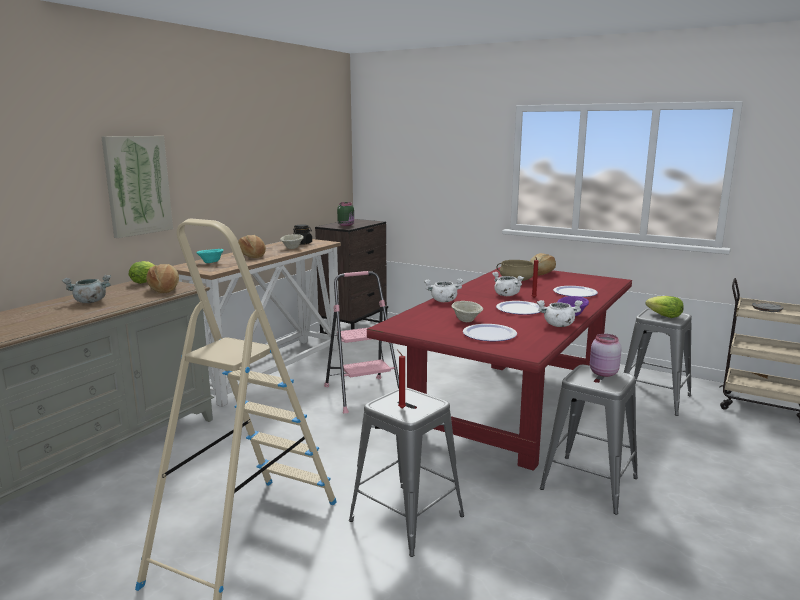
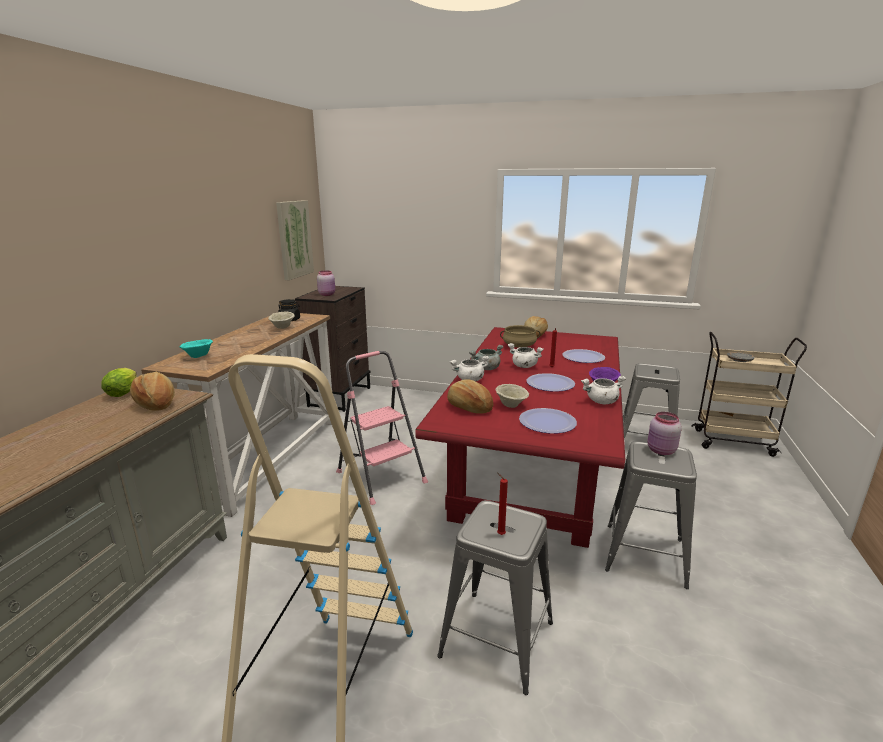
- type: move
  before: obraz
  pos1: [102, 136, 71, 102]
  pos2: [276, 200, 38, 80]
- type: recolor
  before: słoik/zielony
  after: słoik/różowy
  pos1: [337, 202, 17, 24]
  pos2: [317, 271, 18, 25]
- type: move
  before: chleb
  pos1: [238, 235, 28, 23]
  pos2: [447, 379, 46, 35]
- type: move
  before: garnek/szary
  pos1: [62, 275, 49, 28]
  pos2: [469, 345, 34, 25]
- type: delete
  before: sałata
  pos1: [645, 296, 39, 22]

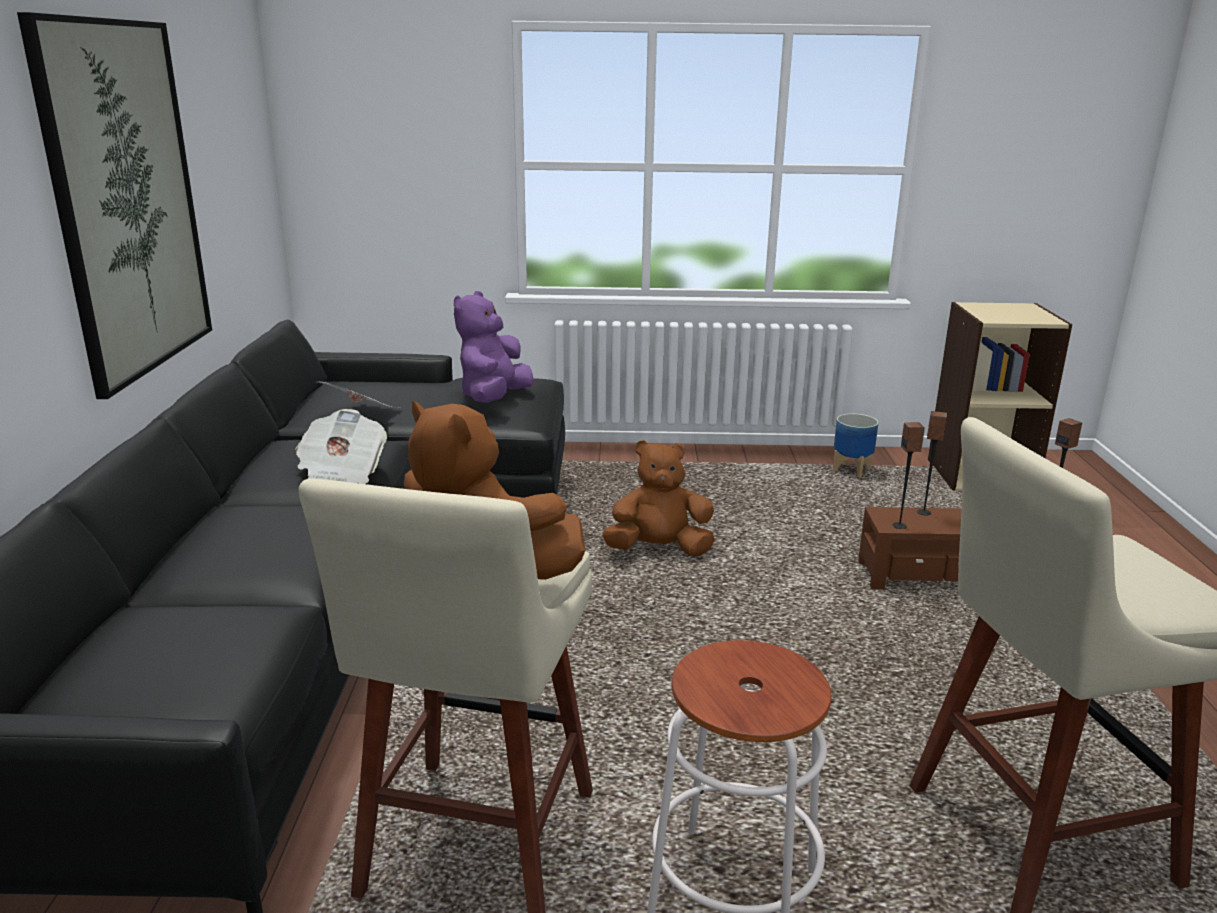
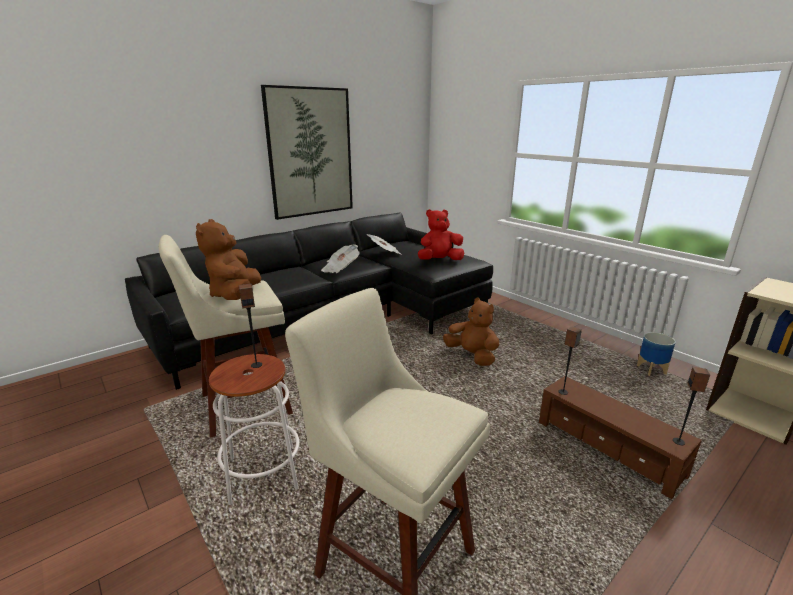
- type: move
  before: głośnik
  pos1: [917, 411, 30, 105]
  pos2: [239, 284, 23, 84]
- type: recolor
  before: pluszak/fioletowy
  after: pluszak/czerwony
  pos1: [454, 291, 80, 112]
  pos2: [418, 209, 46, 51]

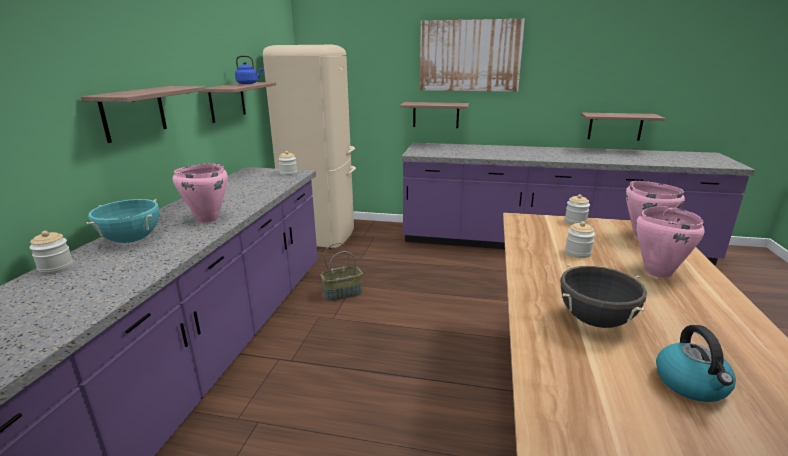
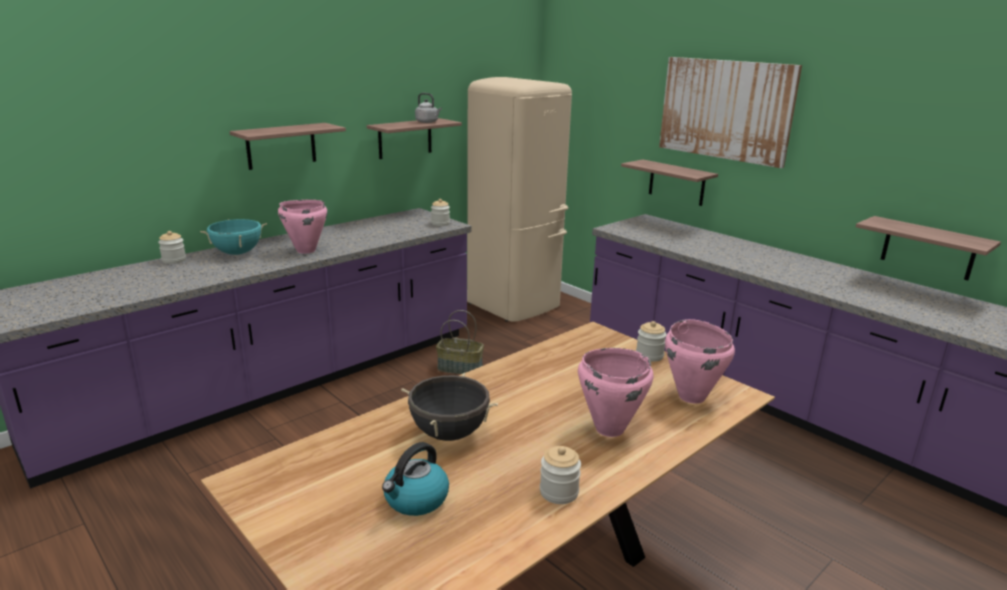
- type: recolor
  before: czajnik/niebieski
  after: czajnik/szary
  pos1: [235, 55, 28, 29]
  pos2: [415, 93, 27, 30]
- type: move
  before: słoik
  pos1: [565, 221, 30, 37]
  pos2: [540, 446, 41, 58]

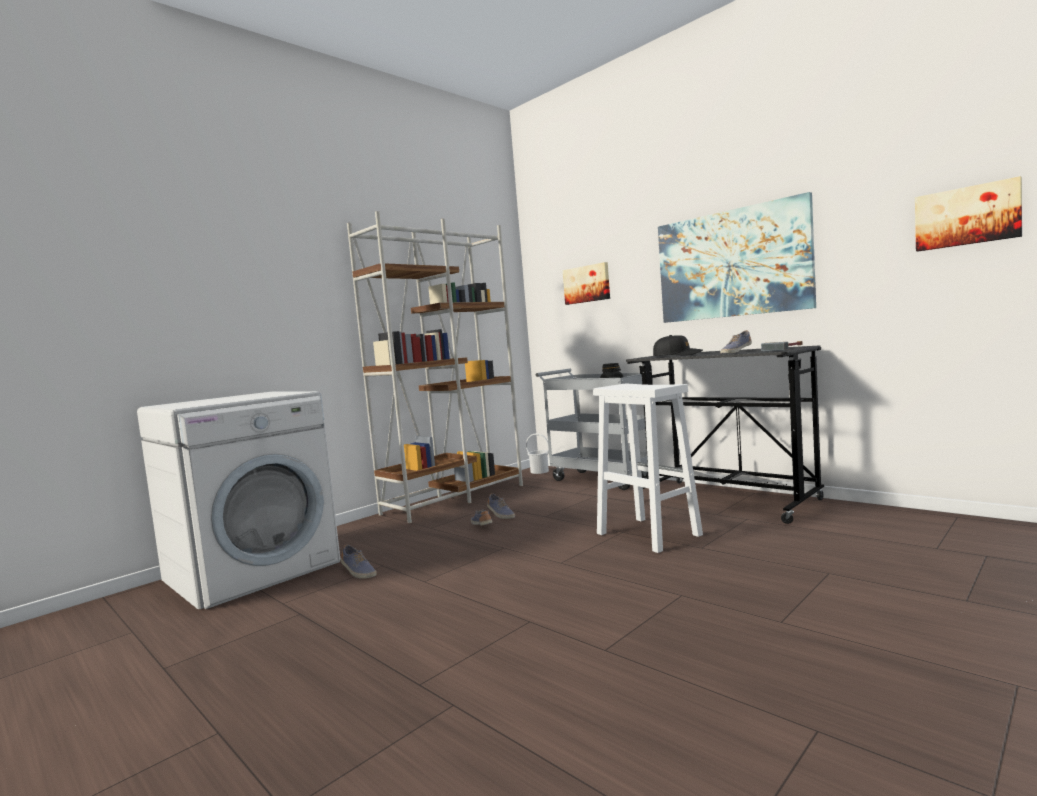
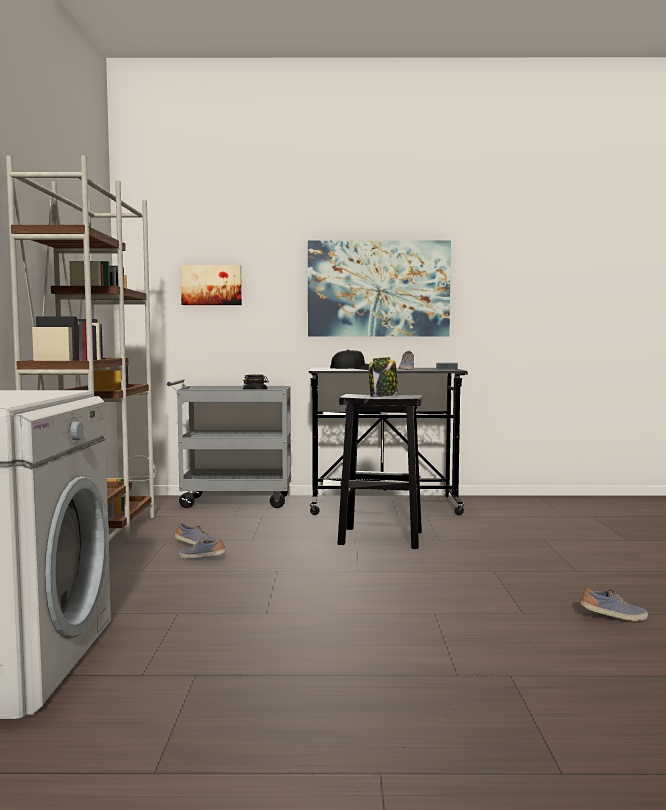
- type: recolor
  before: stołek/biały
  after: stołek/czarny
  pos1: [593, 384, 110, 169]
  pos2: [337, 394, 86, 155]
- type: insert
  after: słoik
  pos2: [368, 357, 30, 40]
- type: move
  before: but
  pos1: [340, 545, 37, 34]
  pos2: [580, 587, 68, 34]
- type: delete
  before: obraz
  pos1: [915, 176, 107, 76]

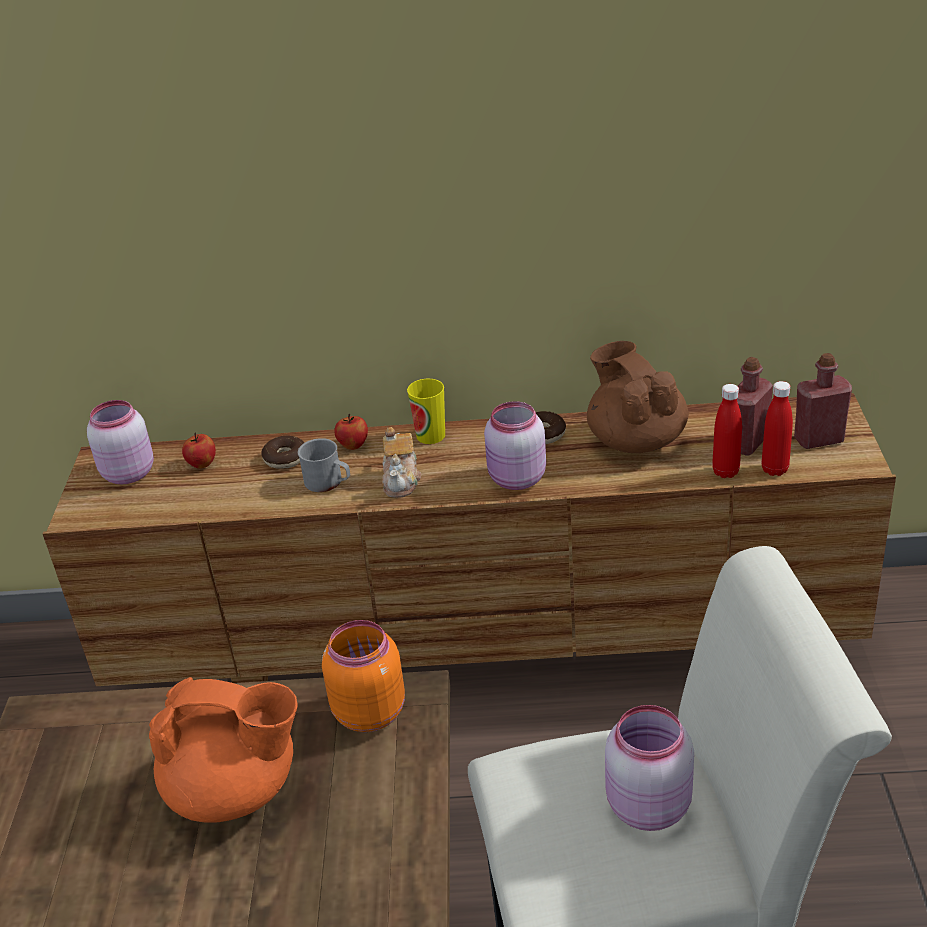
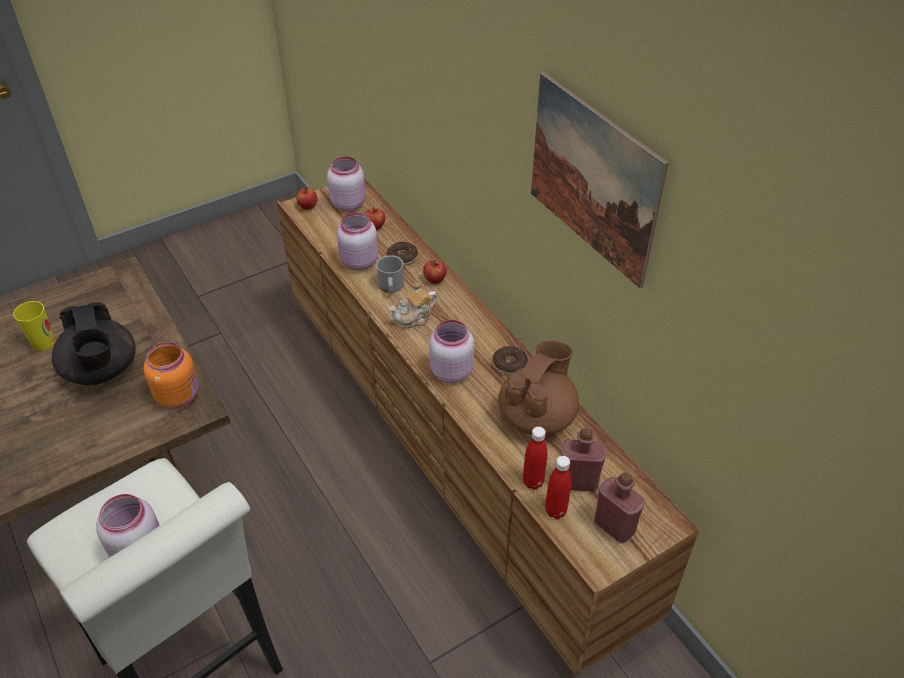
- type: move
  before: filiżanka
  pos1: [407, 379, 38, 65]
  pos2: [13, 301, 42, 50]
- type: recolor
  before: imbryk/pomarańczowy
  after: imbryk/czarny
  pos1: [149, 677, 149, 146]
  pos2: [52, 302, 84, 83]
- type: insert
  after: jabłko
  pos2: [296, 187, 21, 23]
- type: insert
  after: słoik/różowy
  pos2: [337, 213, 41, 57]
- type: insert
  after: obraz
  pos2: [531, 72, 138, 216]

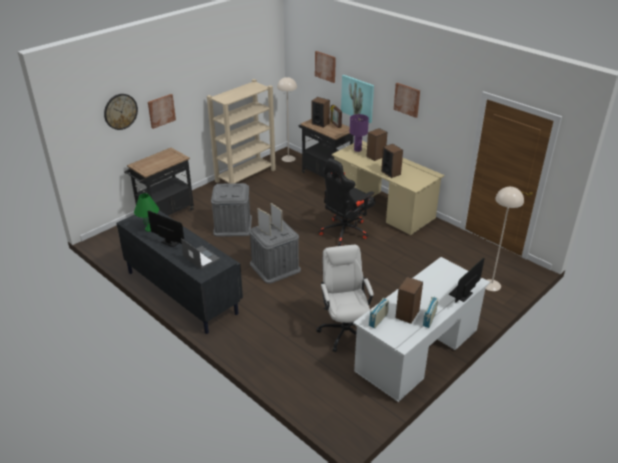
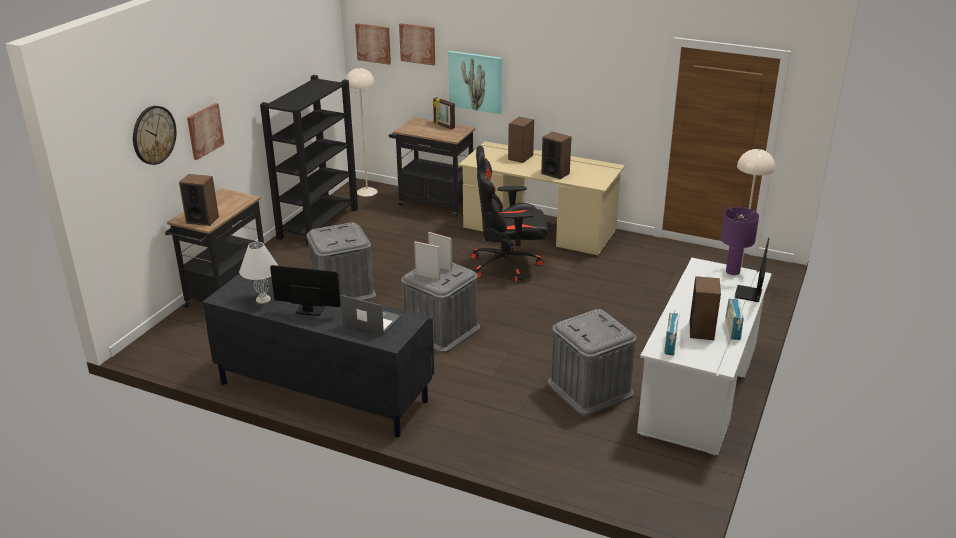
- type: move
  before: głośnik
  pos1: [311, 97, 19, 31]
  pos2: [179, 174, 40, 52]
- type: recolor
  before: lampa stołowa/zielony
  after: lampa stołowa/biały
  pos1: [134, 193, 25, 39]
  pos2: [239, 242, 40, 62]
- type: recolor
  before: regał/beżowy
  after: regał/czarny
  pos1: [207, 79, 69, 105]
  pos2: [260, 75, 98, 171]
- type: move
  before: obraz
  pos1: [394, 83, 26, 35]
  pos2: [355, 23, 36, 42]
- type: rotate
  before: krzesło biurowe/czarny
  pos1: [319, 158, 57, 88]
  pos2: [471, 145, 77, 137]
  turn: 60
- type: replace
  before: krzesło biurowe/biały
  after: pojemnik do przechowywania/szary
  pos1: [316, 245, 57, 107]
  pos2: [548, 309, 89, 107]
- type: move
  before: lampa stołowa/fioletowy
  pos1: [350, 114, 19, 38]
  pos2: [720, 207, 39, 68]

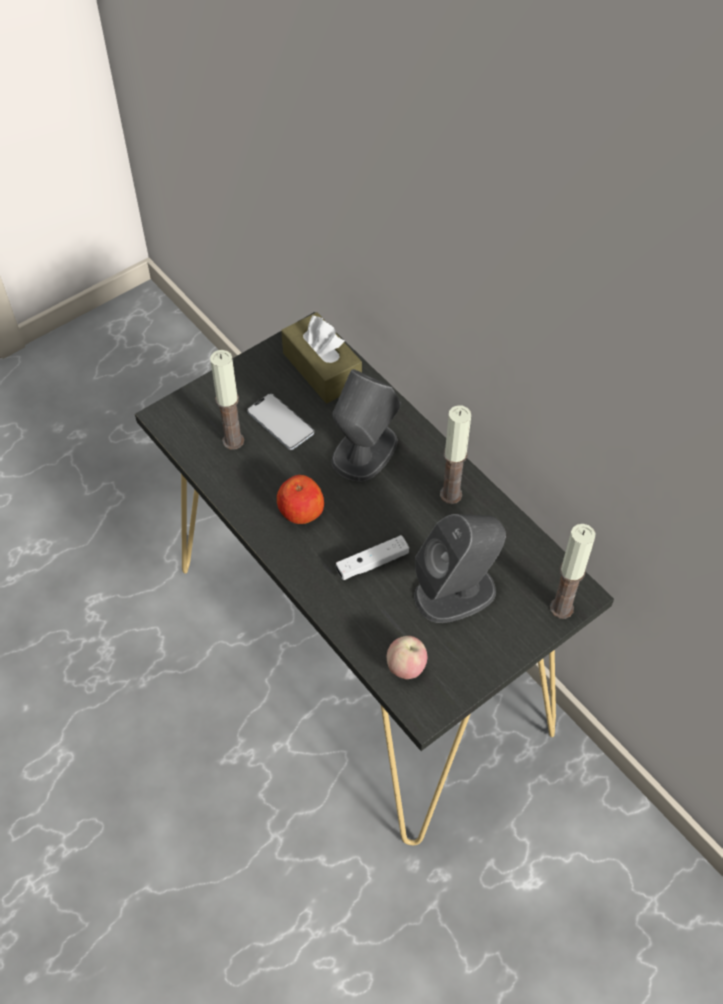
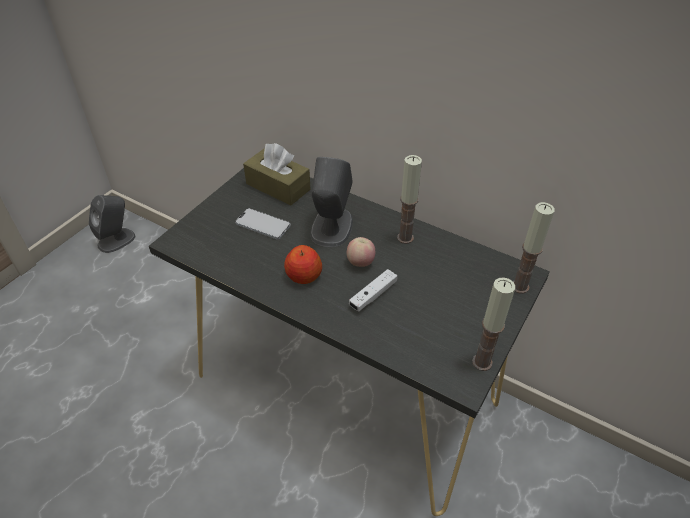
- type: move
  before: głośnik/szary
  pos1: [414, 514, 92, 109]
  pos2: [89, 195, 46, 58]
- type: move
  before: jabłko
  pos1: [387, 636, 40, 43]
  pos2: [347, 237, 28, 30]
- type: move
  before: świeca
  pos1: [210, 350, 34, 100]
  pos2: [472, 277, 43, 94]

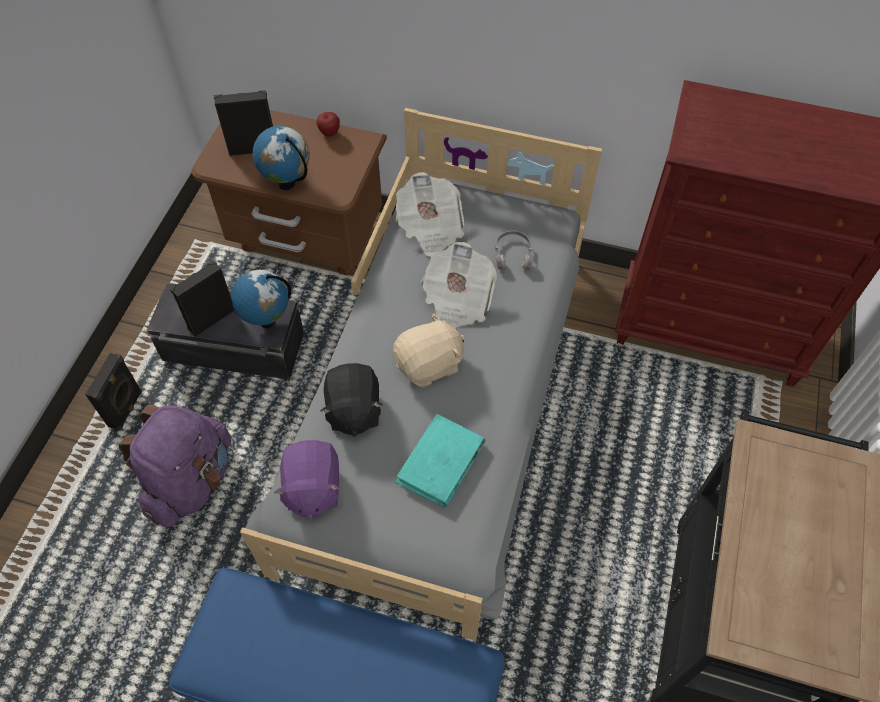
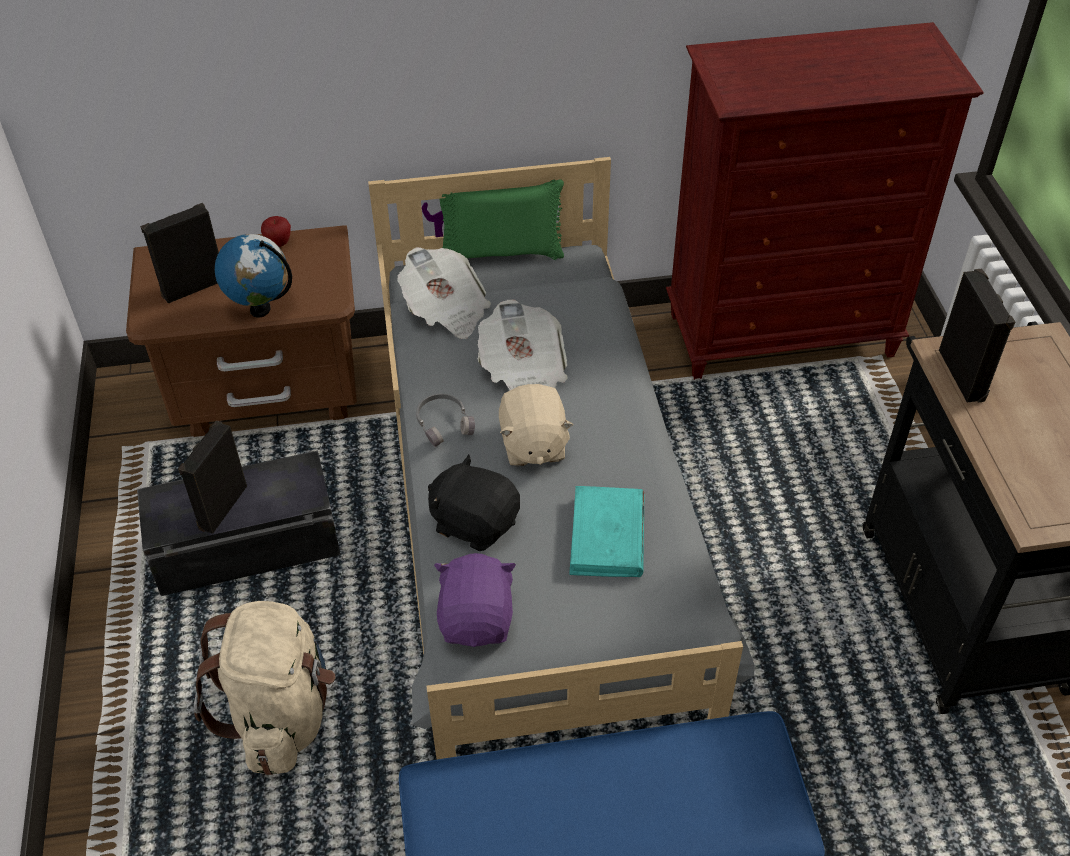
- type: recolor
  before: plecak/fioletowy
  after: plecak/beżowy
  pos1: [119, 405, 112, 122]
  pos2: [193, 601, 143, 174]
- type: move
  before: słuchawki/szary
  pos1: [495, 230, 39, 40]
  pos2: [416, 394, 59, 53]
- type: rotate
  before: pluszak/czarny
  pos1: [321, 363, 62, 74]
  pos2: [428, 454, 92, 97]
  turn: 150
- type: rotate
  before: pluszak/fioletowy
  pos1: [274, 440, 66, 80]
  pos2: [434, 553, 82, 94]
  turn: -150
- type: insert
  after: poduszka/zielony
  pos2: [440, 179, 124, 81]
- type: rotate
  before: pluszak/beżowy
  pos1: [393, 313, 72, 74]
  pos2: [499, 384, 75, 82]
  turn: 135
- type: move
  before: głośnik/czarny
  pos1: [85, 353, 57, 78]
  pos2: [939, 269, 76, 134]
- type: delete
  before: globus
  pos1: [231, 270, 60, 58]

